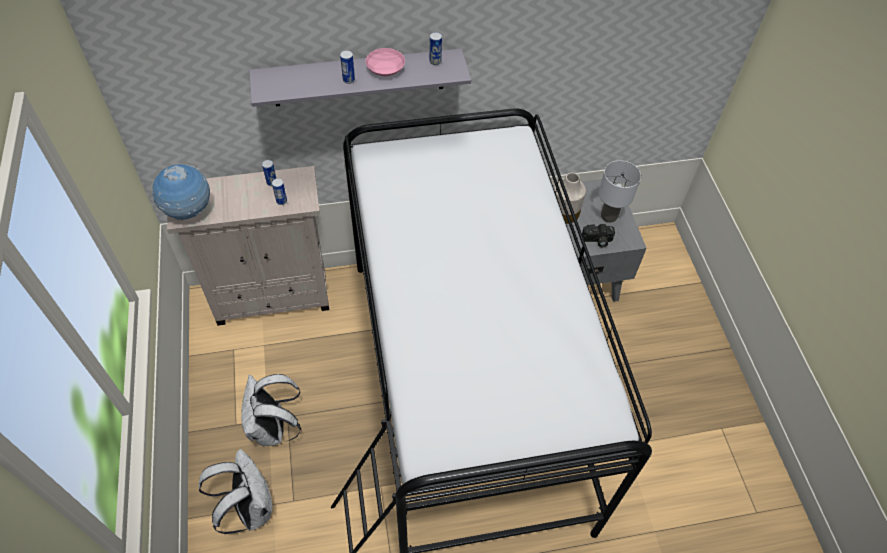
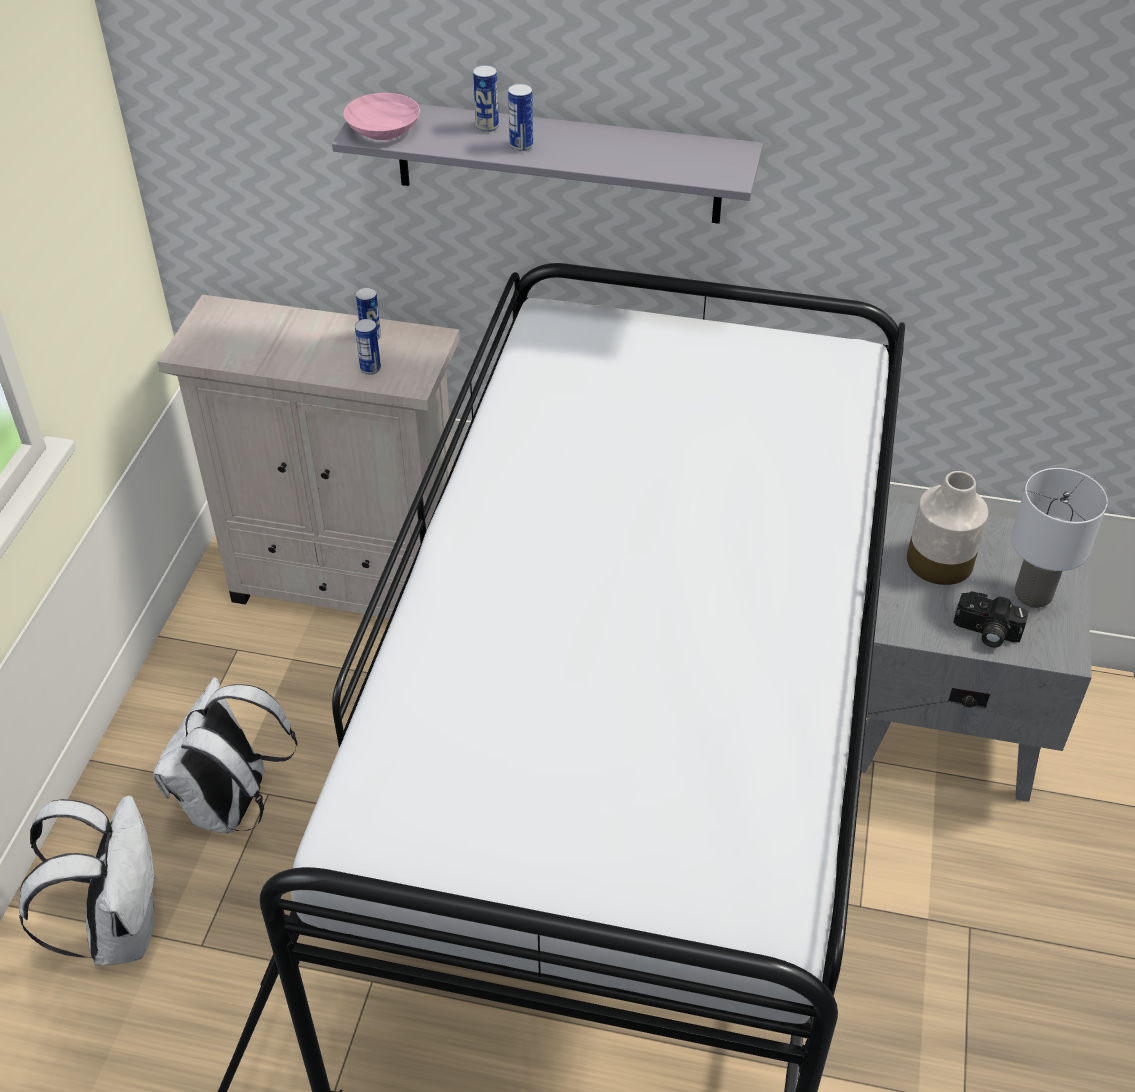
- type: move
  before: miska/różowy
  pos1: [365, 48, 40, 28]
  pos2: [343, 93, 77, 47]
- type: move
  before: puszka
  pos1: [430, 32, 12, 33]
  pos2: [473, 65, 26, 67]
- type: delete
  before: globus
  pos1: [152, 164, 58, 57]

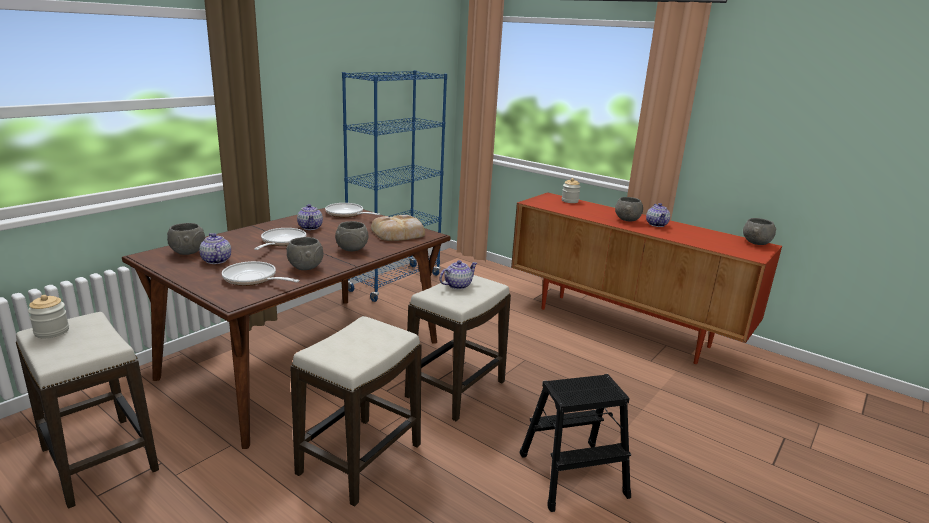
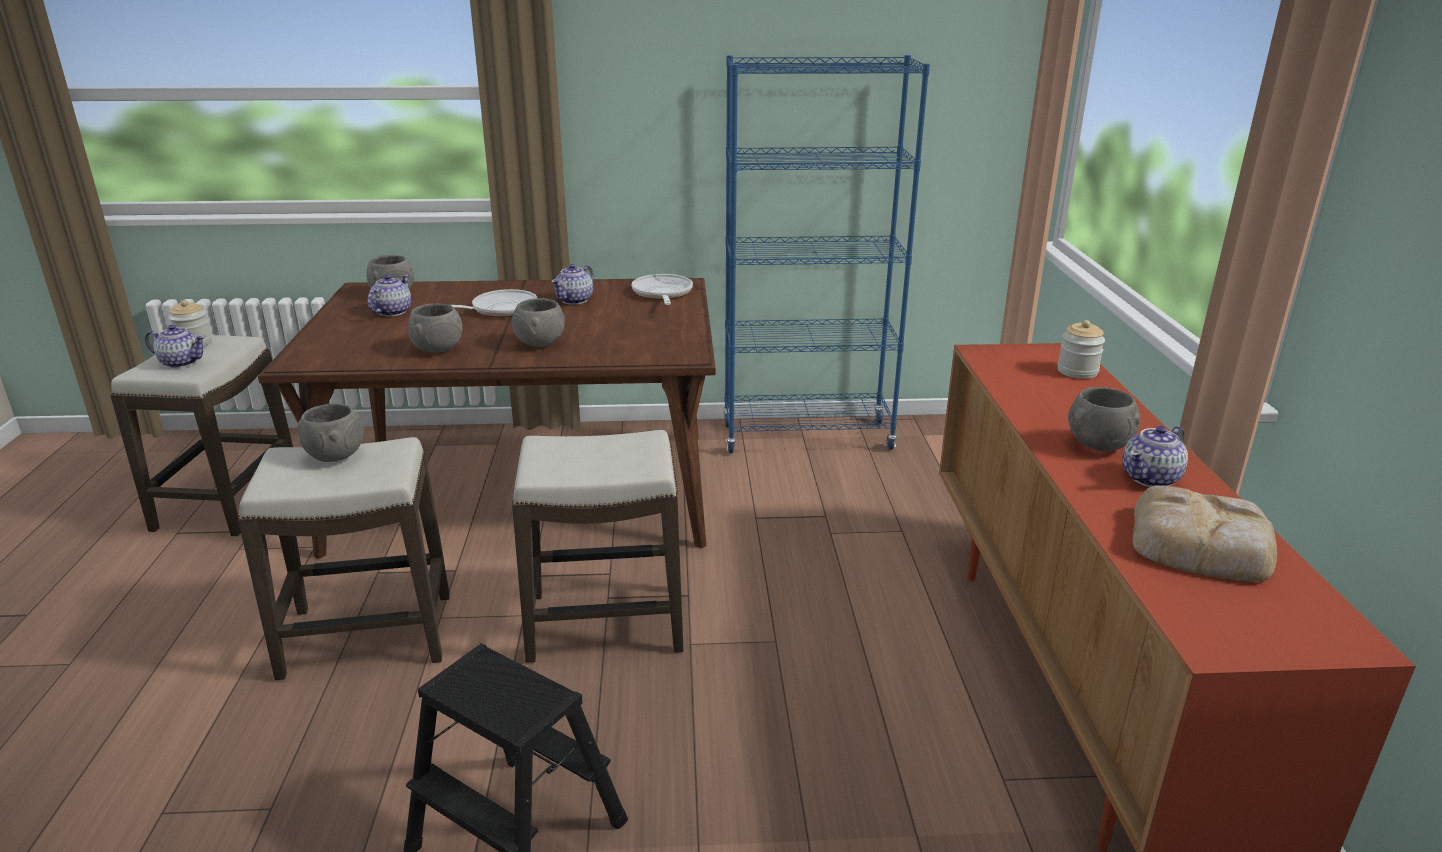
- type: move
  before: imbryk
  pos1: [439, 260, 38, 29]
  pos2: [145, 325, 60, 43]
- type: move
  before: miska/szary
  pos1: [743, 218, 33, 27]
  pos2: [297, 403, 67, 59]
- type: move
  before: chleb
  pos1: [371, 215, 54, 26]
  pos2: [1133, 485, 144, 96]
- type: delete
  before: patelnia
  pos1: [222, 261, 78, 25]

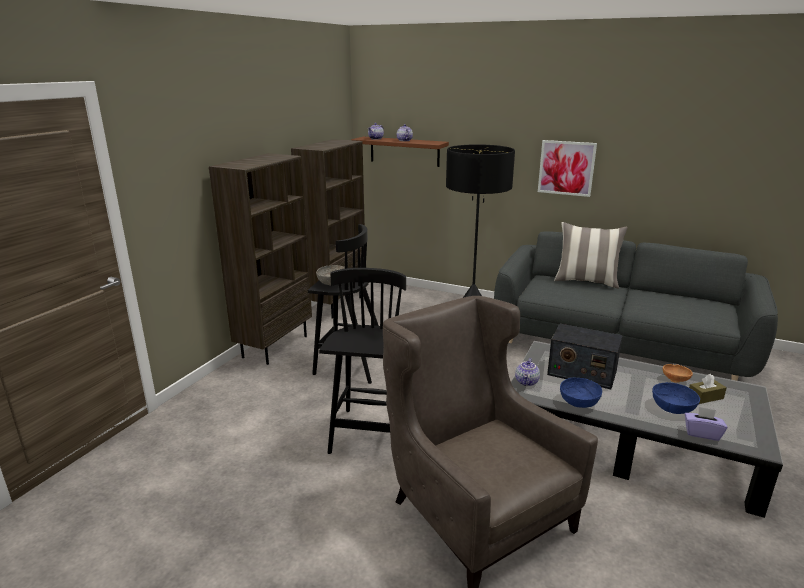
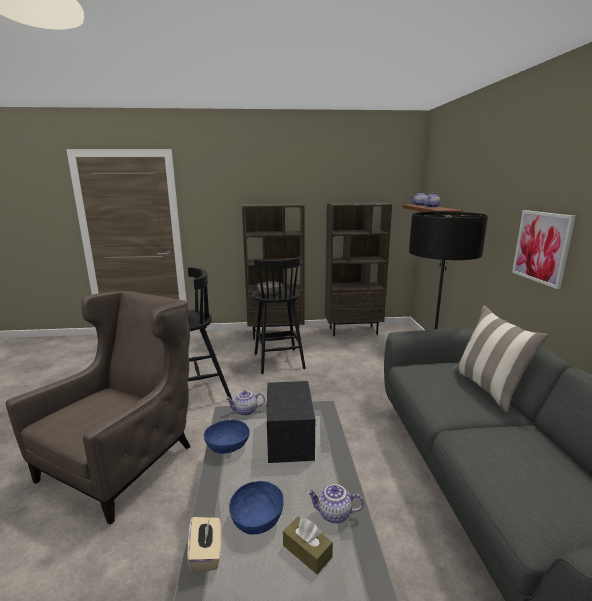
- type: recolor
  before: pudełko chusteczek/fioletowy
  after: pudełko chusteczek/beżowy
  pos1: [685, 407, 42, 34]
  pos2: [187, 517, 34, 57]
- type: replace
  before: miska/brązowy
  after: imbryk
  pos1: [663, 364, 30, 19]
  pos2: [307, 484, 57, 40]

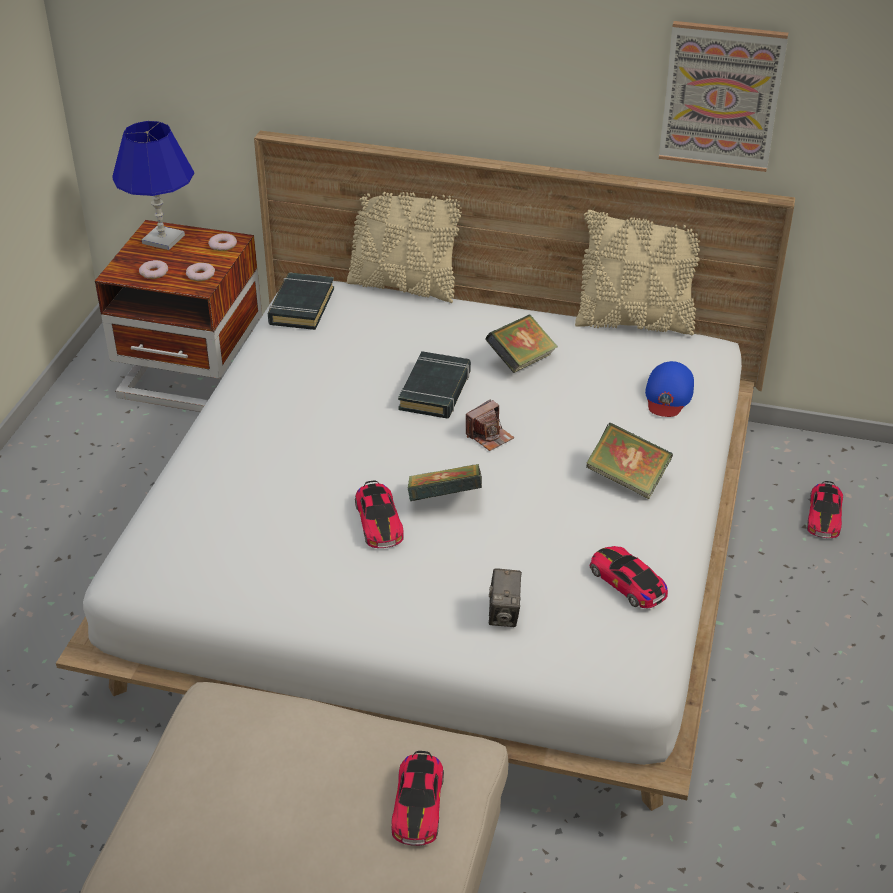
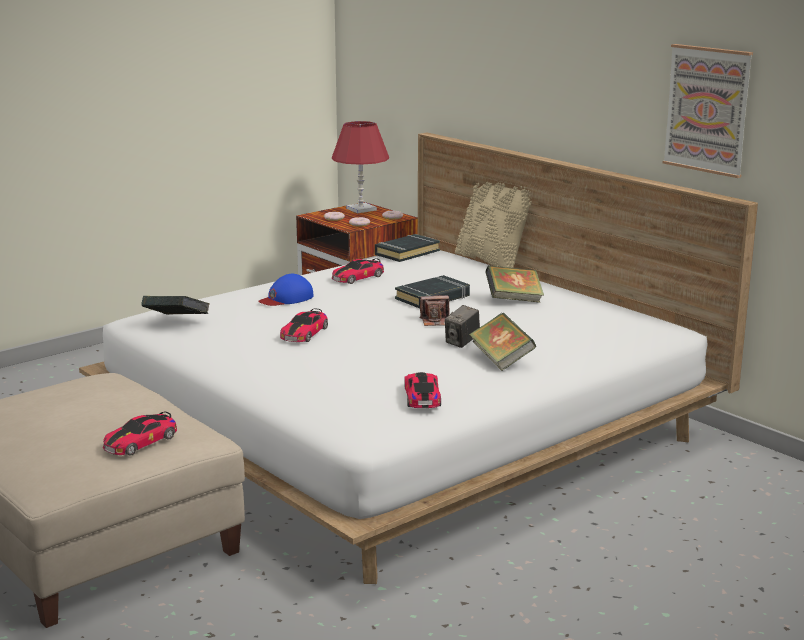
- type: move
  before: książka
  pos1: [408, 464, 74, 38]
  pos2: [141, 296, 69, 19]
- type: move
  before: czapka z daszkiem/niebieski
  pos1: [645, 361, 49, 56]
  pos2: [258, 274, 56, 32]
- type: recolor
  before: lampa stołowa/niebieski
  after: lampa stołowa/czerwony
  pos1: [112, 121, 82, 129]
  pos2: [332, 121, 57, 92]
- type: move
  before: samochodzik
  pos1: [807, 481, 36, 57]
  pos2: [332, 258, 52, 26]
- type: move
  before: aparat fotograficzny
  pos1: [489, 568, 33, 59]
  pos2: [445, 305, 35, 43]
- type: delete
  before: poduszka/beżowy
  pos1: [575, 210, 125, 125]

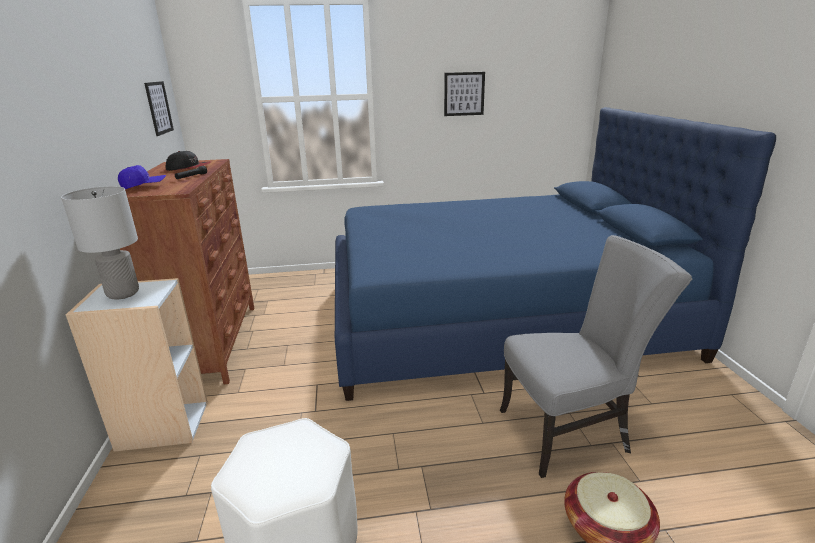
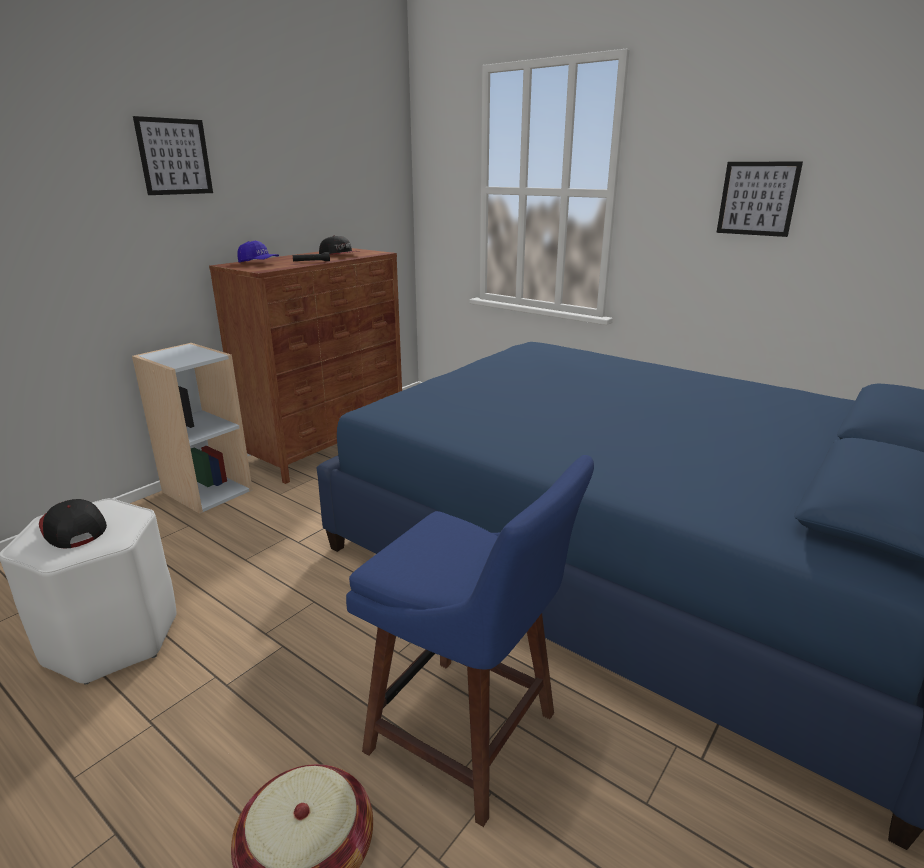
- type: insert
  after: czapka z daszkiem
  pos2: [39, 499, 68, 49]
- type: move
  before: obraz
  pos1: [144, 81, 30, 55]
  pos2: [133, 116, 80, 79]
- type: replace
  before: krzesło/szary
  after: stołek/niebieski
  pos1: [500, 235, 192, 243]
  pos2: [346, 455, 248, 372]
- type: delete
  before: lampa stołowa/szary
  pos1: [61, 186, 78, 114]

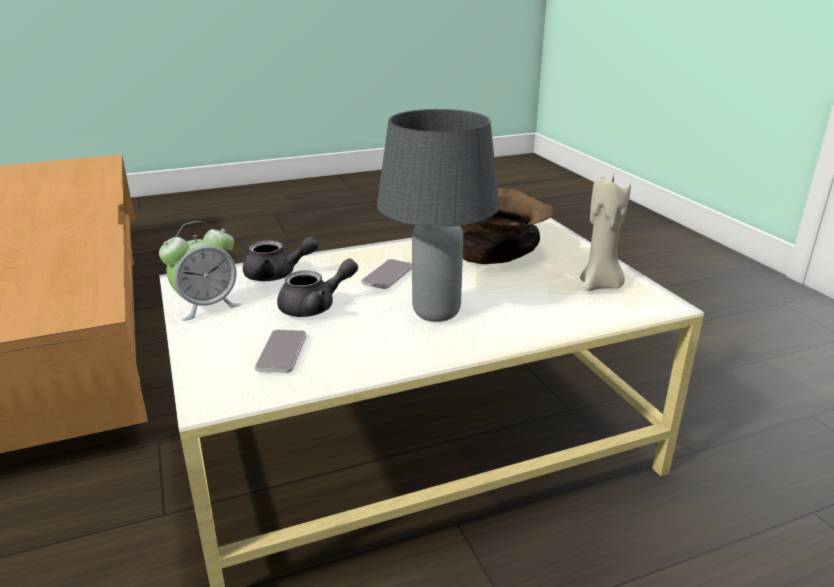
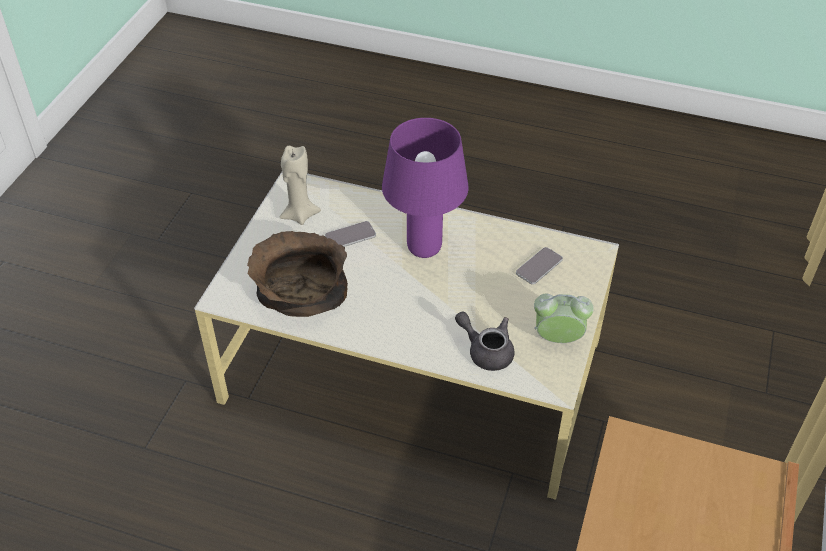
- type: move
  before: telefon
  pos1: [361, 259, 51, 30]
  pos2: [325, 221, 51, 26]
- type: recolor
  before: lampa stołowa/szary
  after: lampa stołowa/fioletowy
  pos1: [377, 109, 122, 213]
  pos2: [382, 118, 87, 140]
- type: delete
  before: imbryk/szary
  pos1: [277, 259, 81, 58]

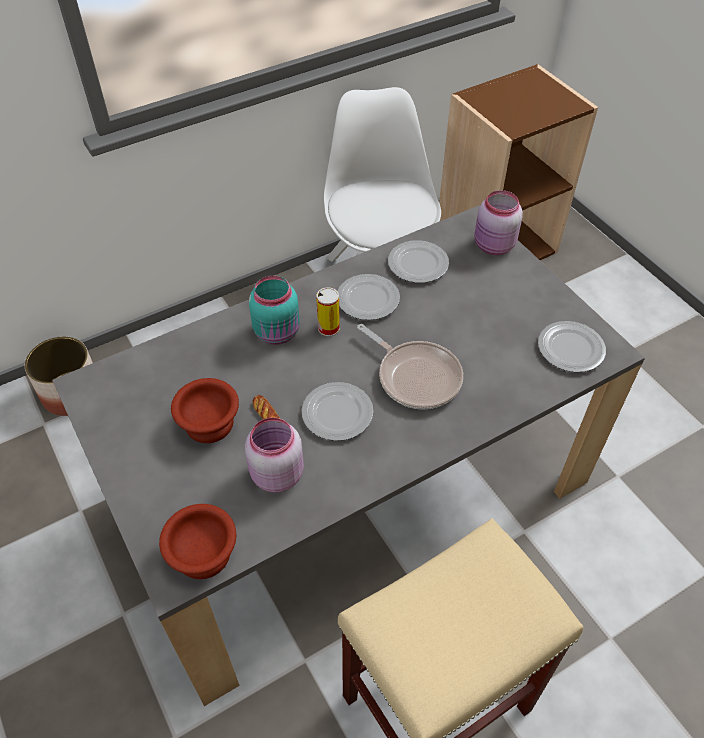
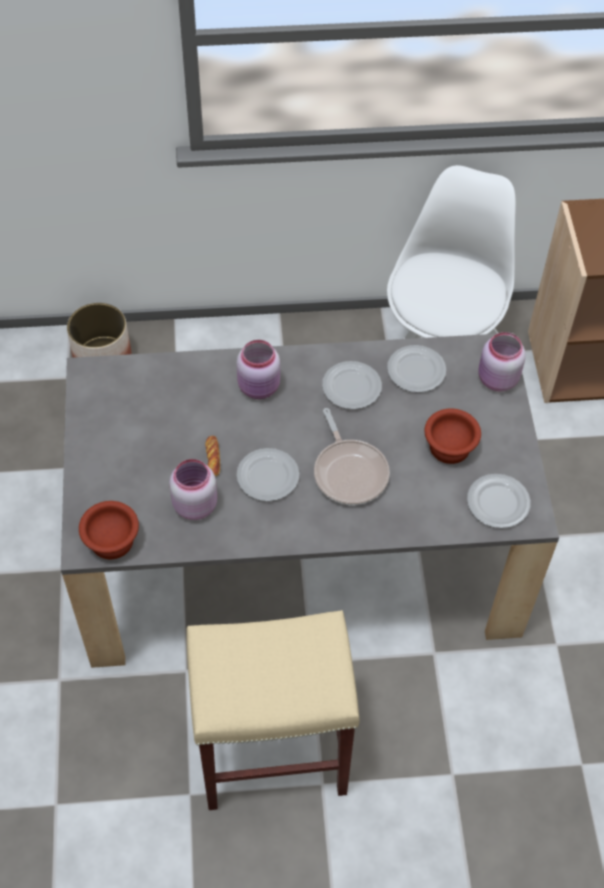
- type: recolor
  before: słoik/turkusowy
  after: słoik/różowy
  pos1: [249, 276, 51, 69]
  pos2: [237, 340, 43, 59]
- type: move
  before: miska/brązowy
  pos1: [171, 378, 68, 65]
  pos2: [425, 409, 56, 55]
- type: delete
  before: puszka
  pos1: [316, 287, 24, 50]

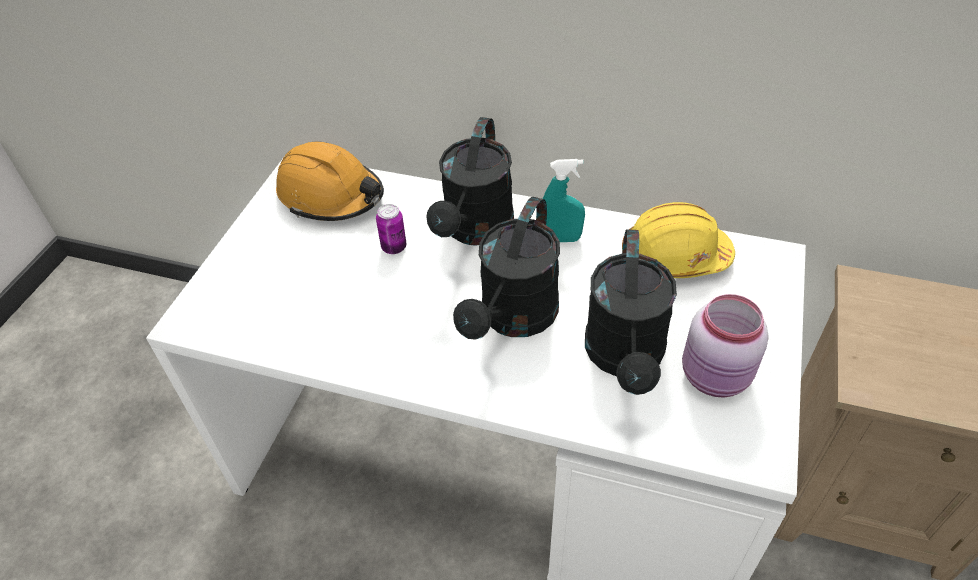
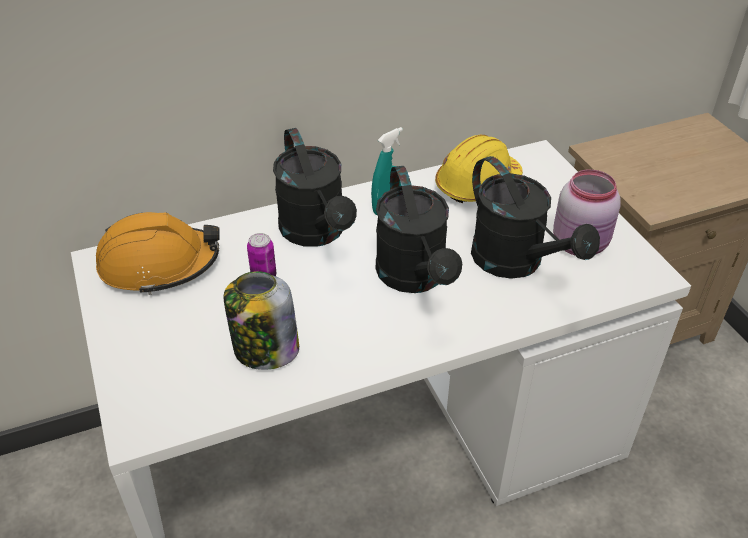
- type: insert
  after: słoik
  pos2: [223, 271, 76, 99]

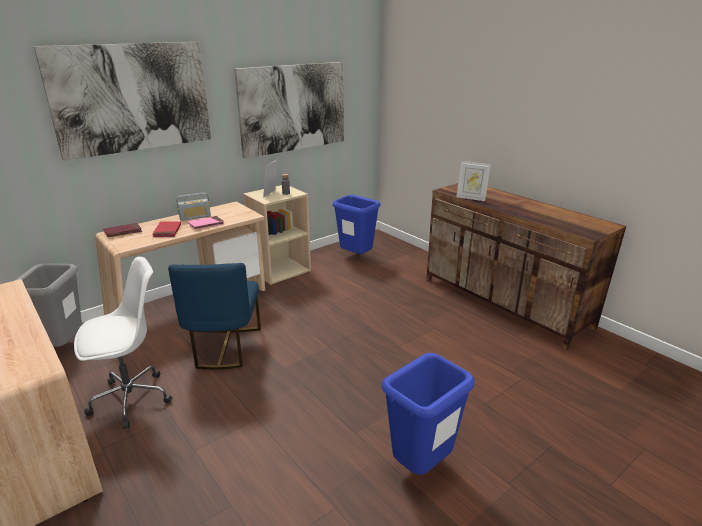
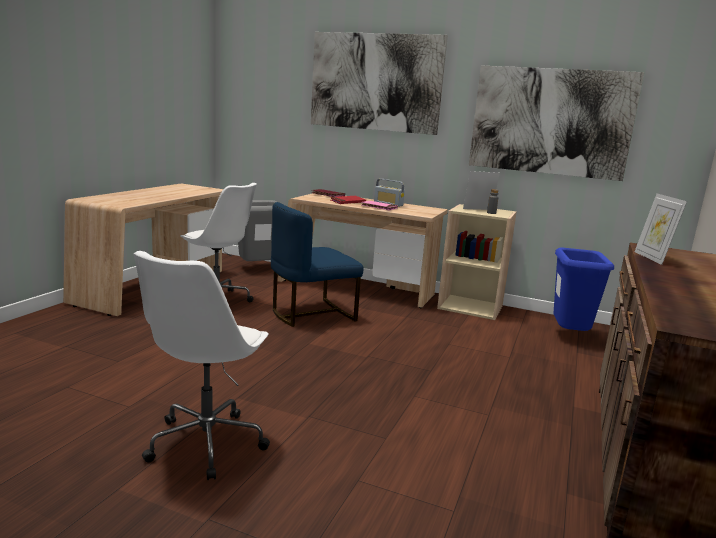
- type: replace
  before: kosz na śmieci/niebieski
  after: krzesło biurowe/biały
  pos1: [382, 353, 92, 122]
  pos2: [133, 251, 137, 229]

